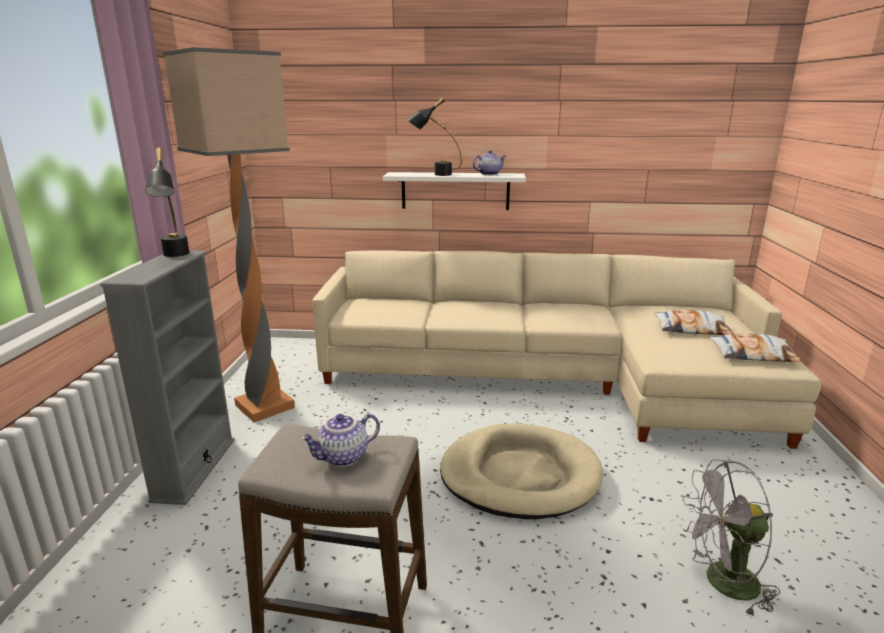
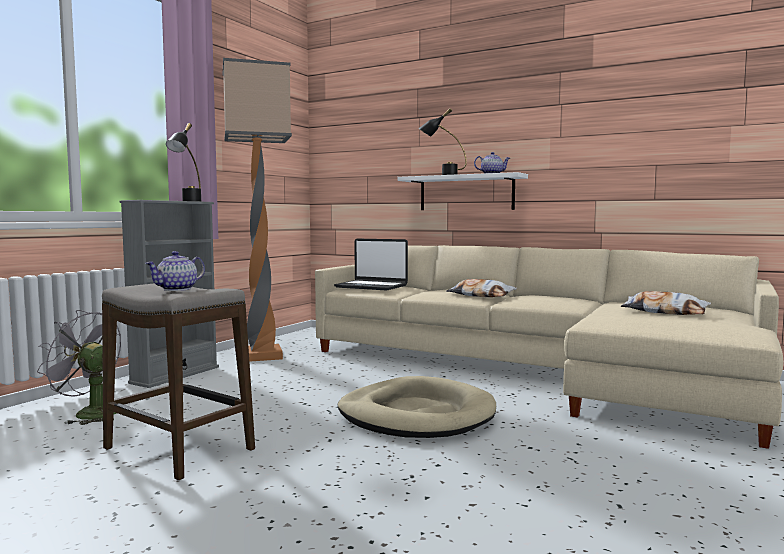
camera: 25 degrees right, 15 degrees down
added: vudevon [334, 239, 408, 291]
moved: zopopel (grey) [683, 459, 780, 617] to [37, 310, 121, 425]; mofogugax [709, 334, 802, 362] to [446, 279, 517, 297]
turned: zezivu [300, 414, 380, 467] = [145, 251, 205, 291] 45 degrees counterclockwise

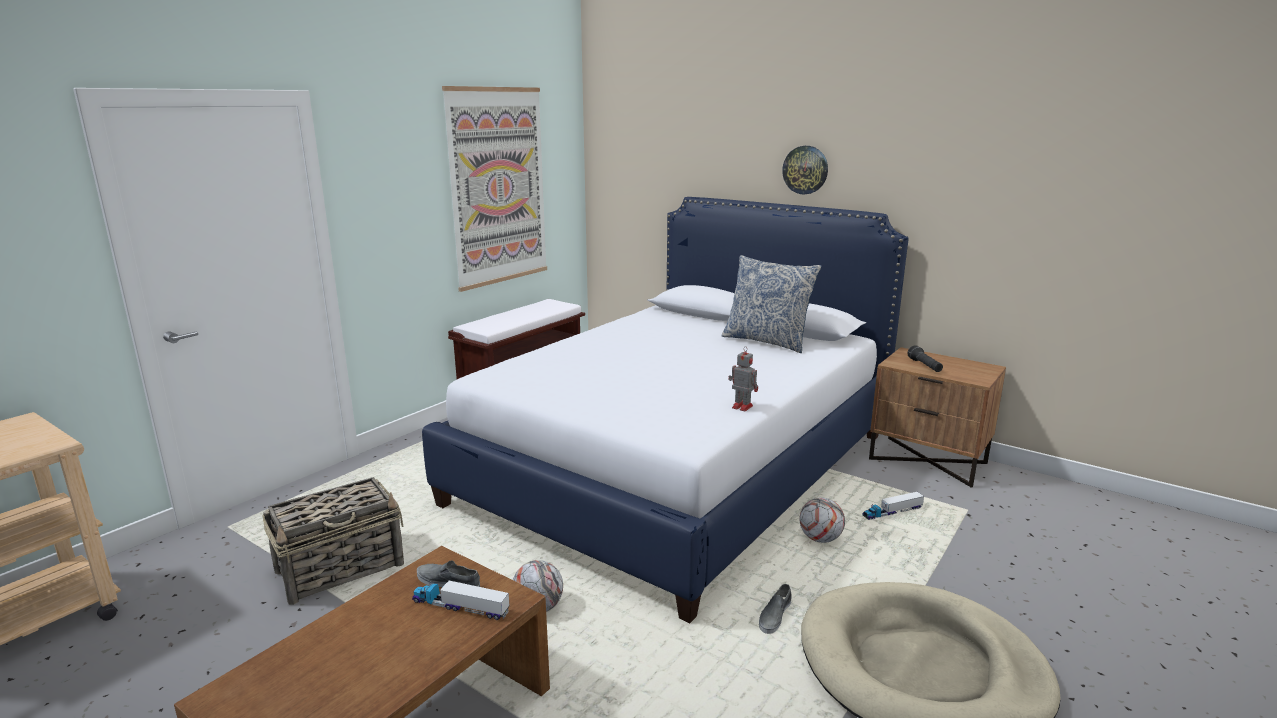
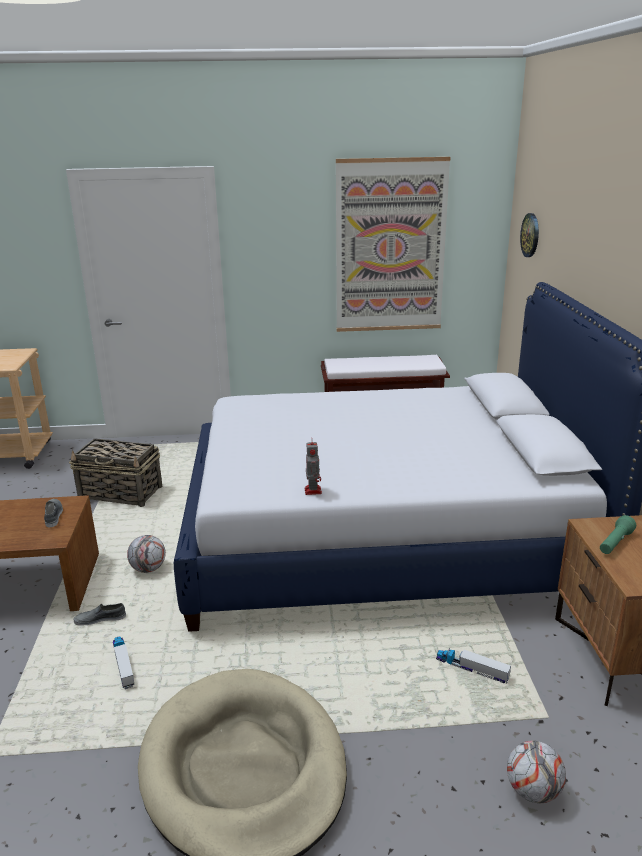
camera: 50 degrees right, 5 degrees up
removed: mofogugax [722, 255, 821, 353]
moved: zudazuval [412, 581, 509, 620] to [113, 636, 134, 689]; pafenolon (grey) [759, 584, 792, 634] to [74, 603, 126, 626]; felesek [782, 146, 828, 195] to [520, 213, 539, 257]; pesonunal [800, 497, 845, 543] to [507, 740, 566, 803]
recoloured: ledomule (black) [908, 345, 943, 372] to ledomule (green) [600, 515, 636, 554]

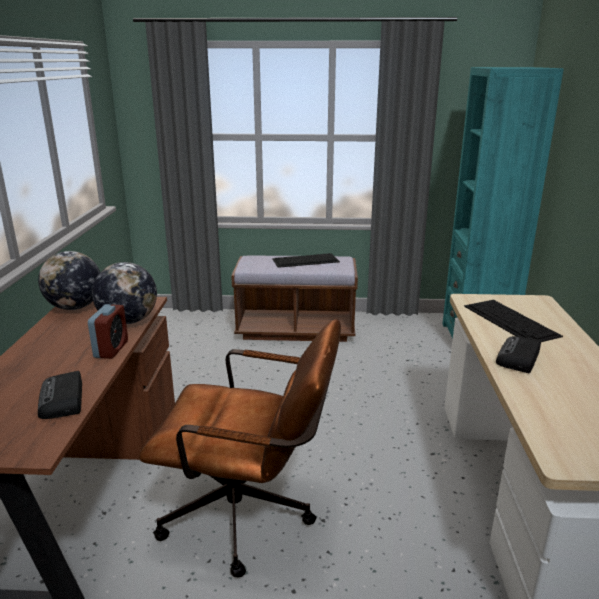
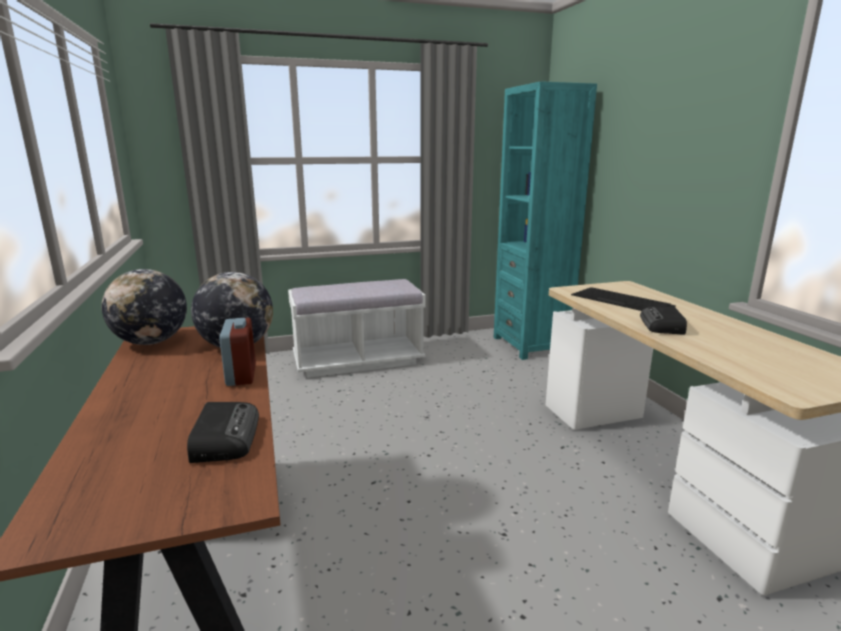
camera: 20 degrees left, 5 degrees down
removed: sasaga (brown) [139, 319, 341, 577]; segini [272, 253, 340, 268]
recoloured: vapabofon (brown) [231, 256, 358, 342] to vapabofon (white) [288, 279, 426, 378]
turned: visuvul [38, 371, 82, 419] = [187, 402, 259, 463] 150 degrees counterclockwise

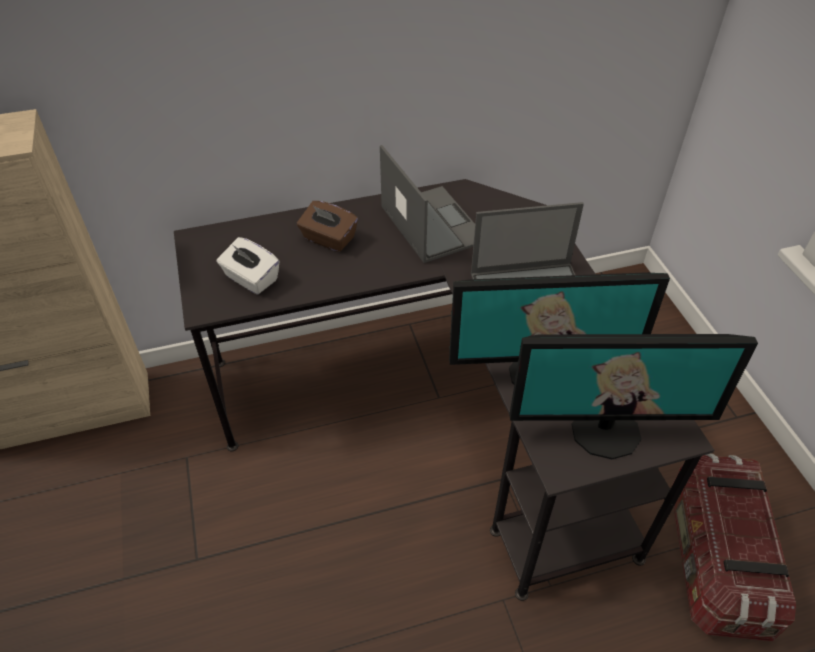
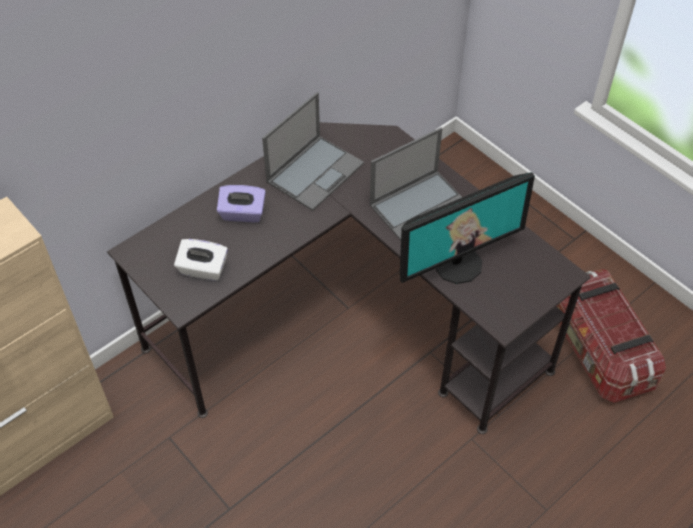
camera: 25 degrees left, 5 degrees up
removed: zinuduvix [509, 334, 758, 459]
recoloured: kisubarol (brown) [297, 201, 358, 252] to kisubarol (purple) [217, 185, 266, 222]
turned: vudevon [380, 145, 475, 263] = [262, 92, 364, 211] 90 degrees clockwise

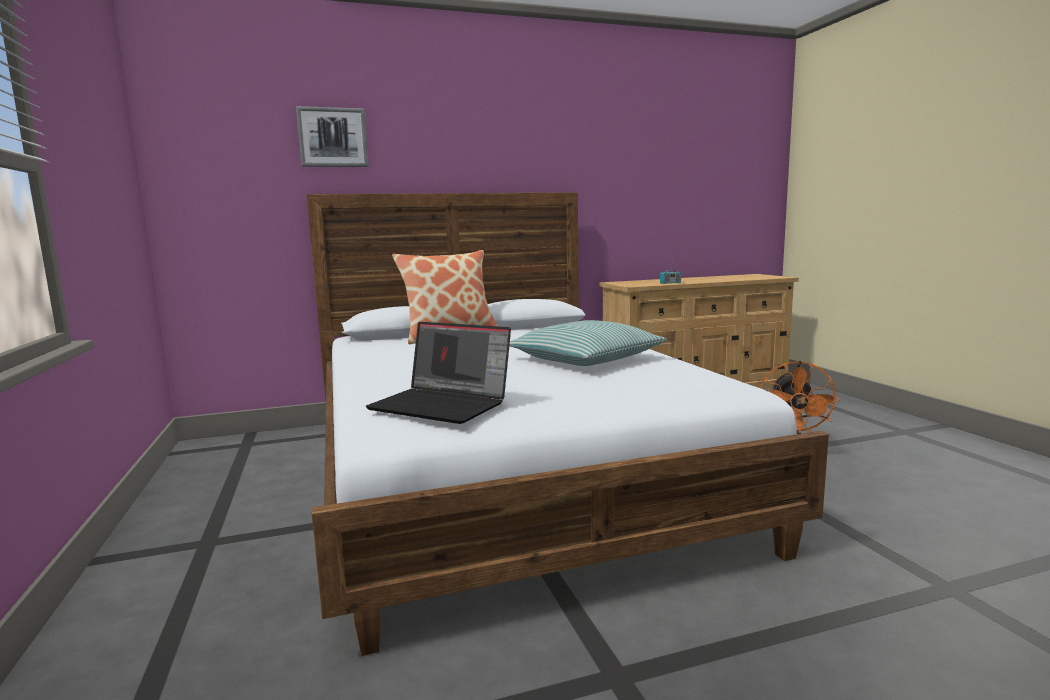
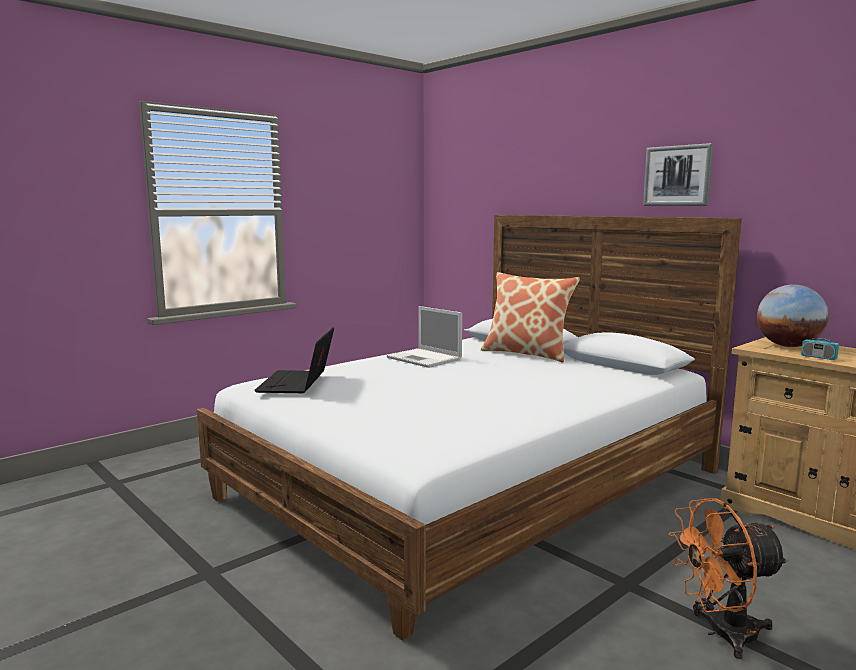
camera: 65 degrees right, 0 degrees up
removed: mofogugax [509, 320, 667, 366]
added: vudevon [387, 306, 462, 368]; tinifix [757, 284, 829, 347]
moved: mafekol [296, 106, 369, 167] to [643, 143, 714, 206]

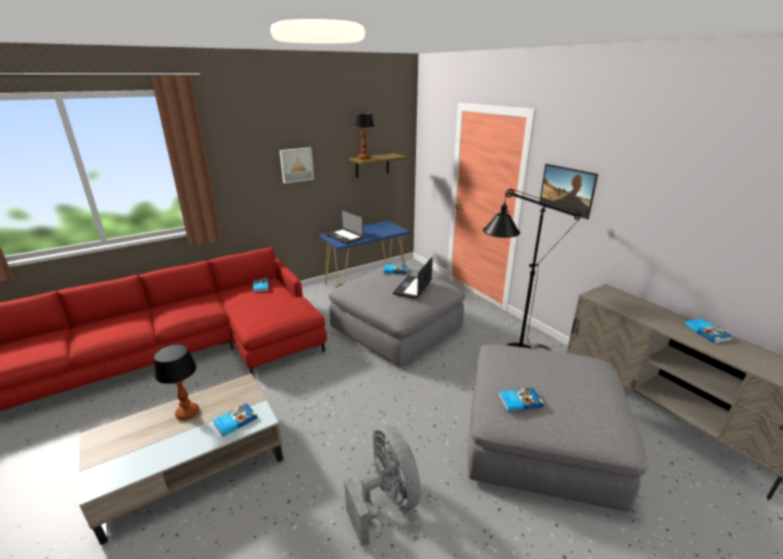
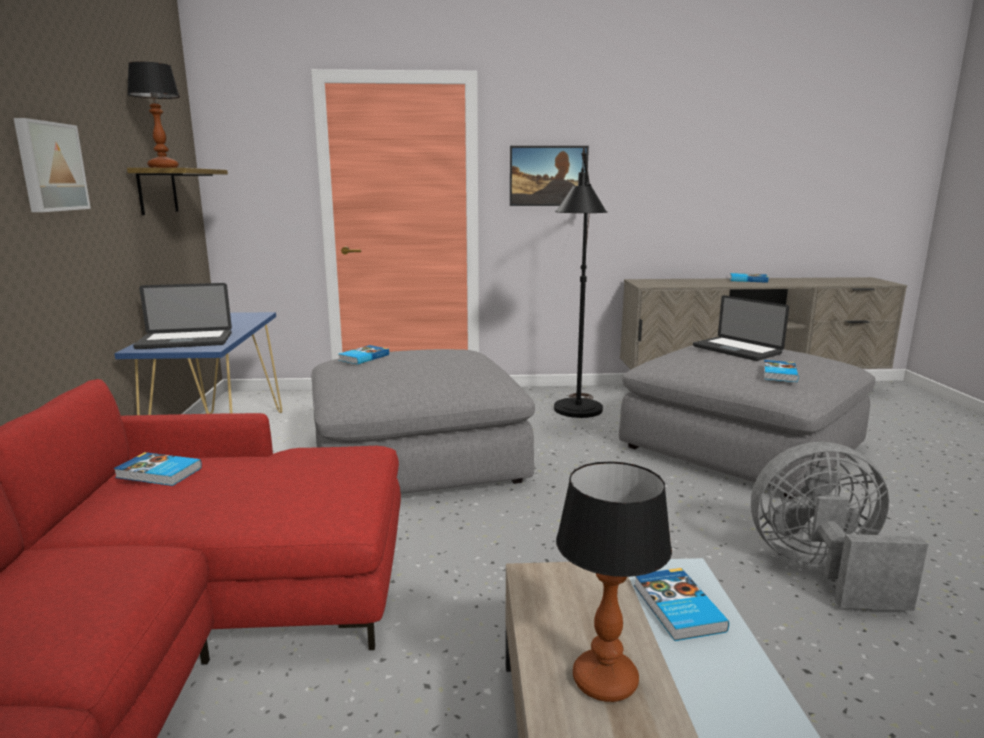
camera: 60 degrees left, 10 degrees down
moved: vudevon [393, 257, 433, 299] to [693, 295, 789, 361]

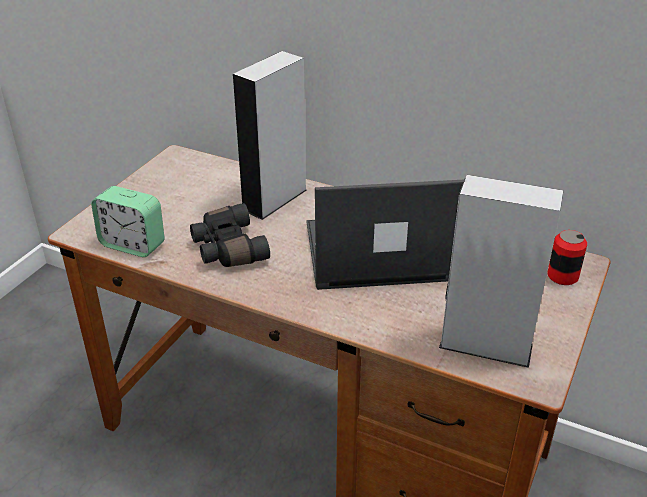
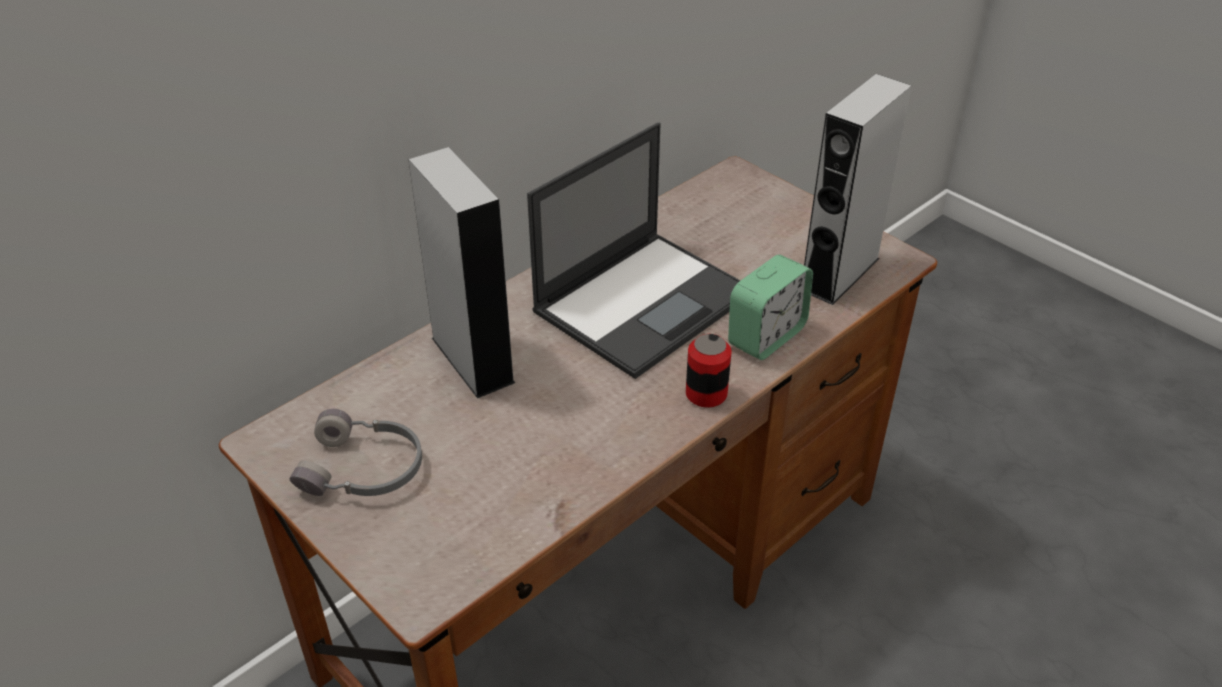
camera: 70 degrees left, 5 degrees up
removed: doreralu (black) [190, 203, 270, 267]
added: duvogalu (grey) [289, 409, 422, 496]
moved: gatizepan [91, 186, 165, 257] to [728, 255, 813, 360]; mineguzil [547, 230, 587, 285] to [686, 334, 732, 408]
turned: vudevon [307, 180, 464, 290] = [527, 122, 741, 379] 150 degrees counterclockwise

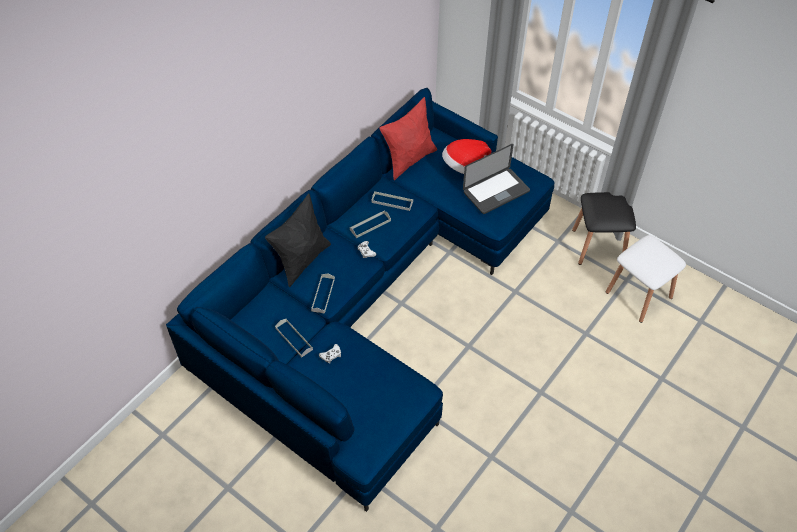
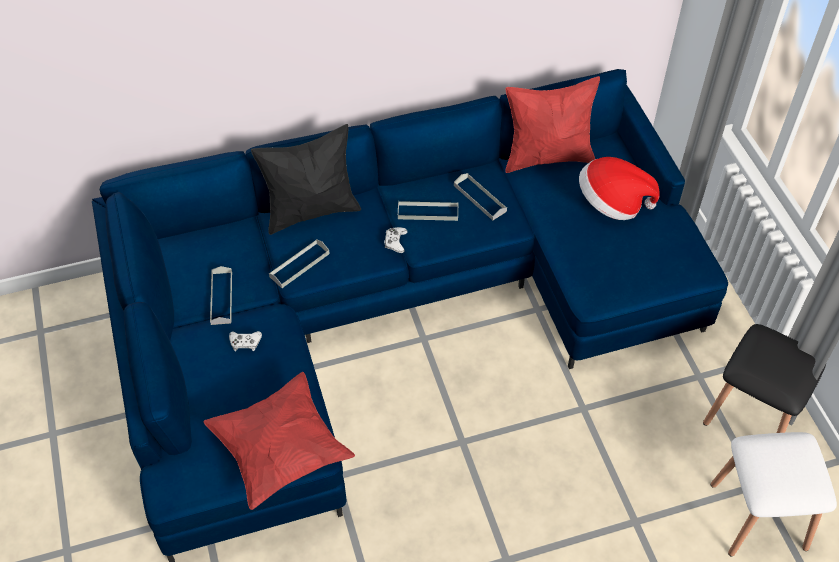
camera: 35 degrees right, 0 degrees up
removed: vudevon [463, 144, 530, 214]
added: mofogugax (red) [204, 372, 355, 510]

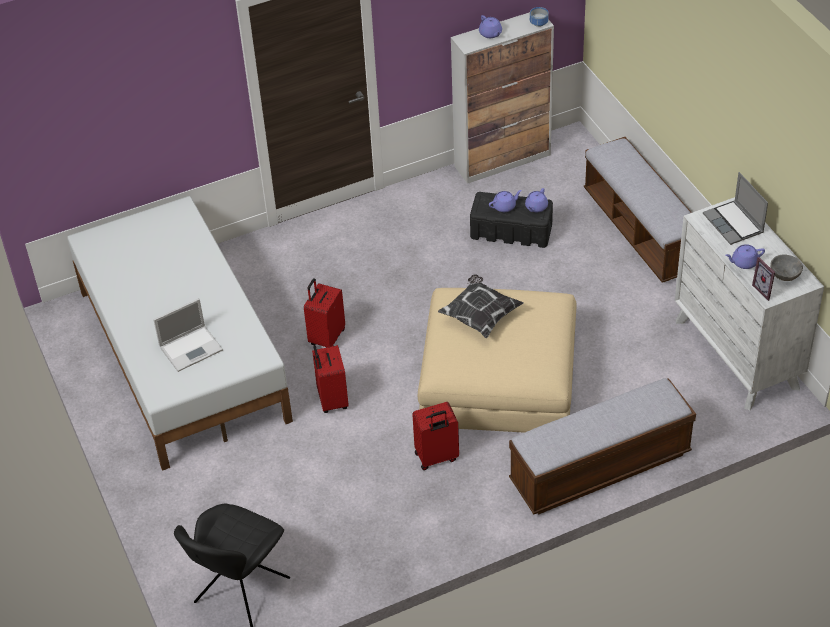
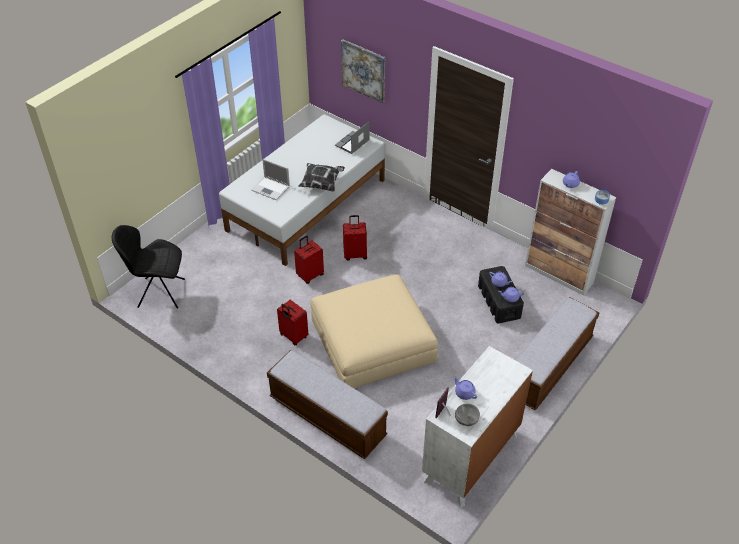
camera: 60 degrees right, 0 degrees up
added: mafekol [341, 40, 385, 103]
moved: mofogugax [438, 274, 523, 338] to [298, 163, 345, 192]; vudevon [703, 172, 768, 245] to [335, 122, 370, 154]

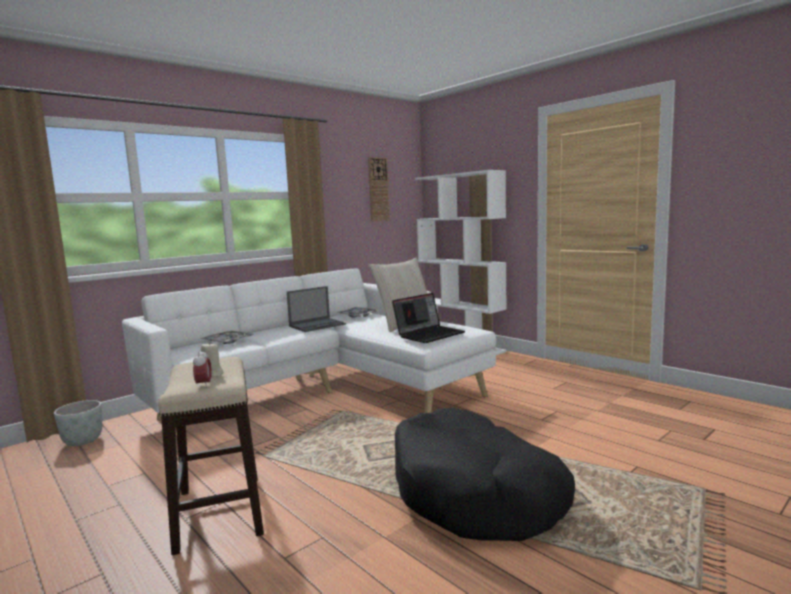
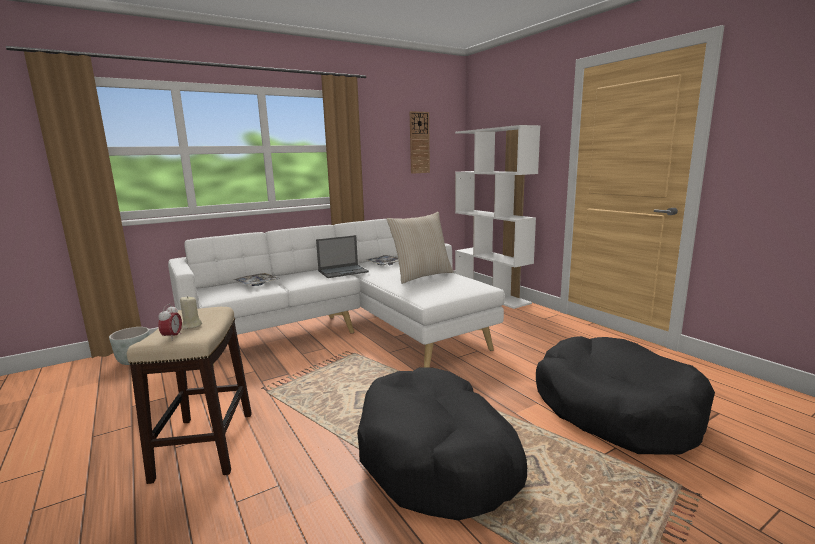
camera: 10 degrees right, 5 degrees up
removed: vudevon [392, 293, 465, 343]
added: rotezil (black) [536, 336, 715, 455]

